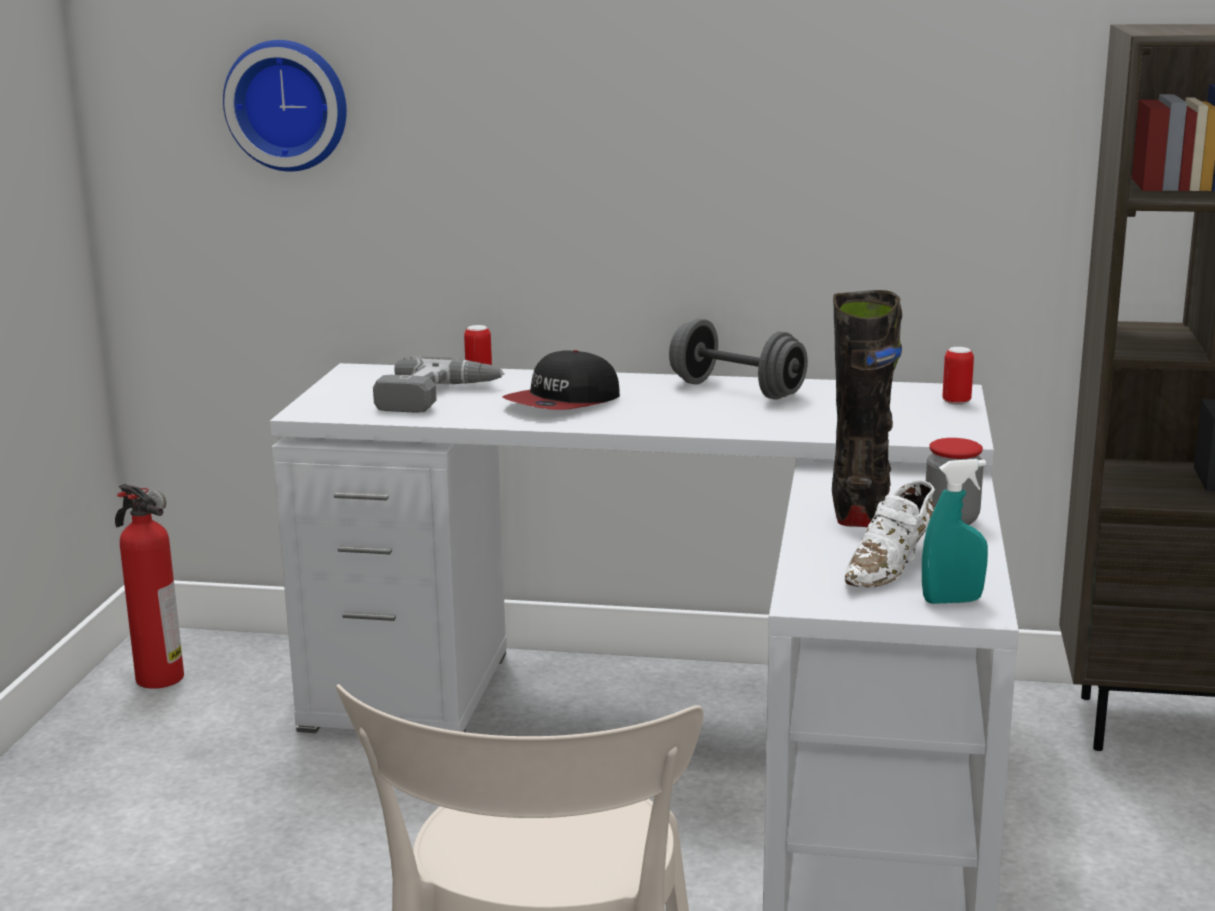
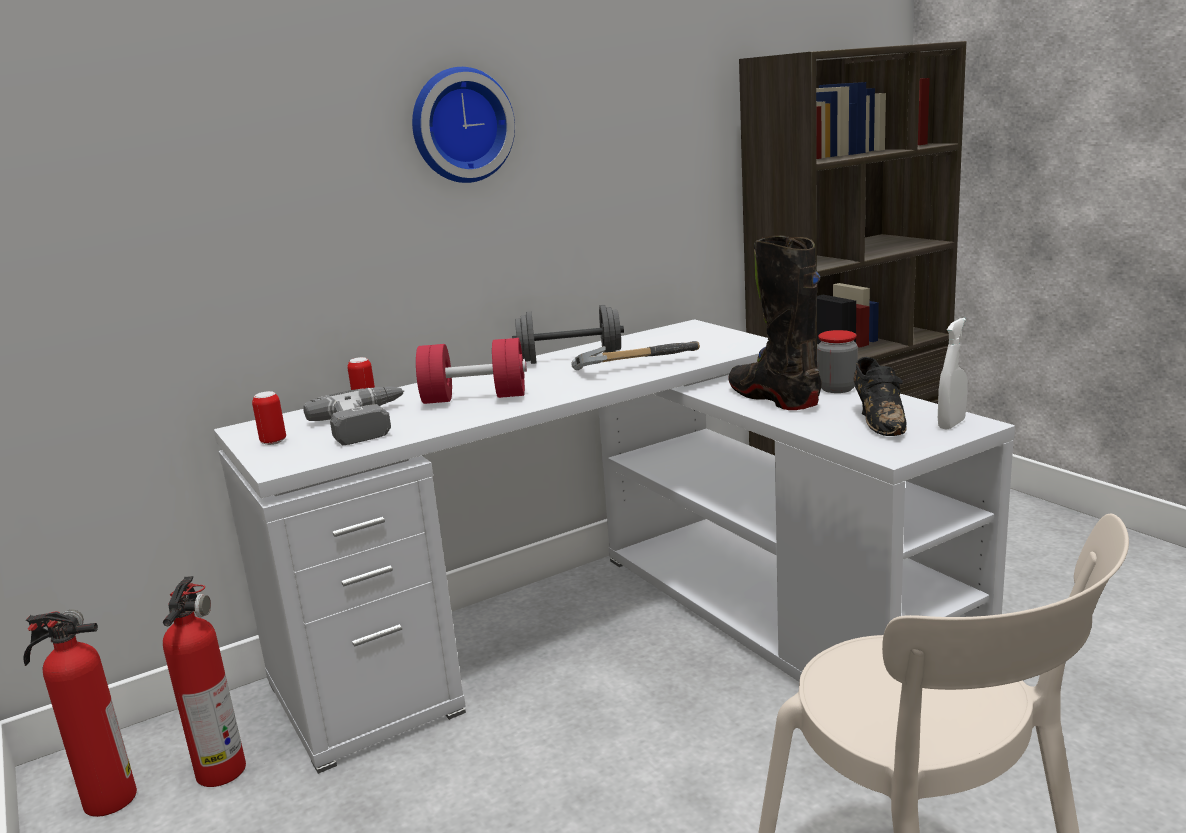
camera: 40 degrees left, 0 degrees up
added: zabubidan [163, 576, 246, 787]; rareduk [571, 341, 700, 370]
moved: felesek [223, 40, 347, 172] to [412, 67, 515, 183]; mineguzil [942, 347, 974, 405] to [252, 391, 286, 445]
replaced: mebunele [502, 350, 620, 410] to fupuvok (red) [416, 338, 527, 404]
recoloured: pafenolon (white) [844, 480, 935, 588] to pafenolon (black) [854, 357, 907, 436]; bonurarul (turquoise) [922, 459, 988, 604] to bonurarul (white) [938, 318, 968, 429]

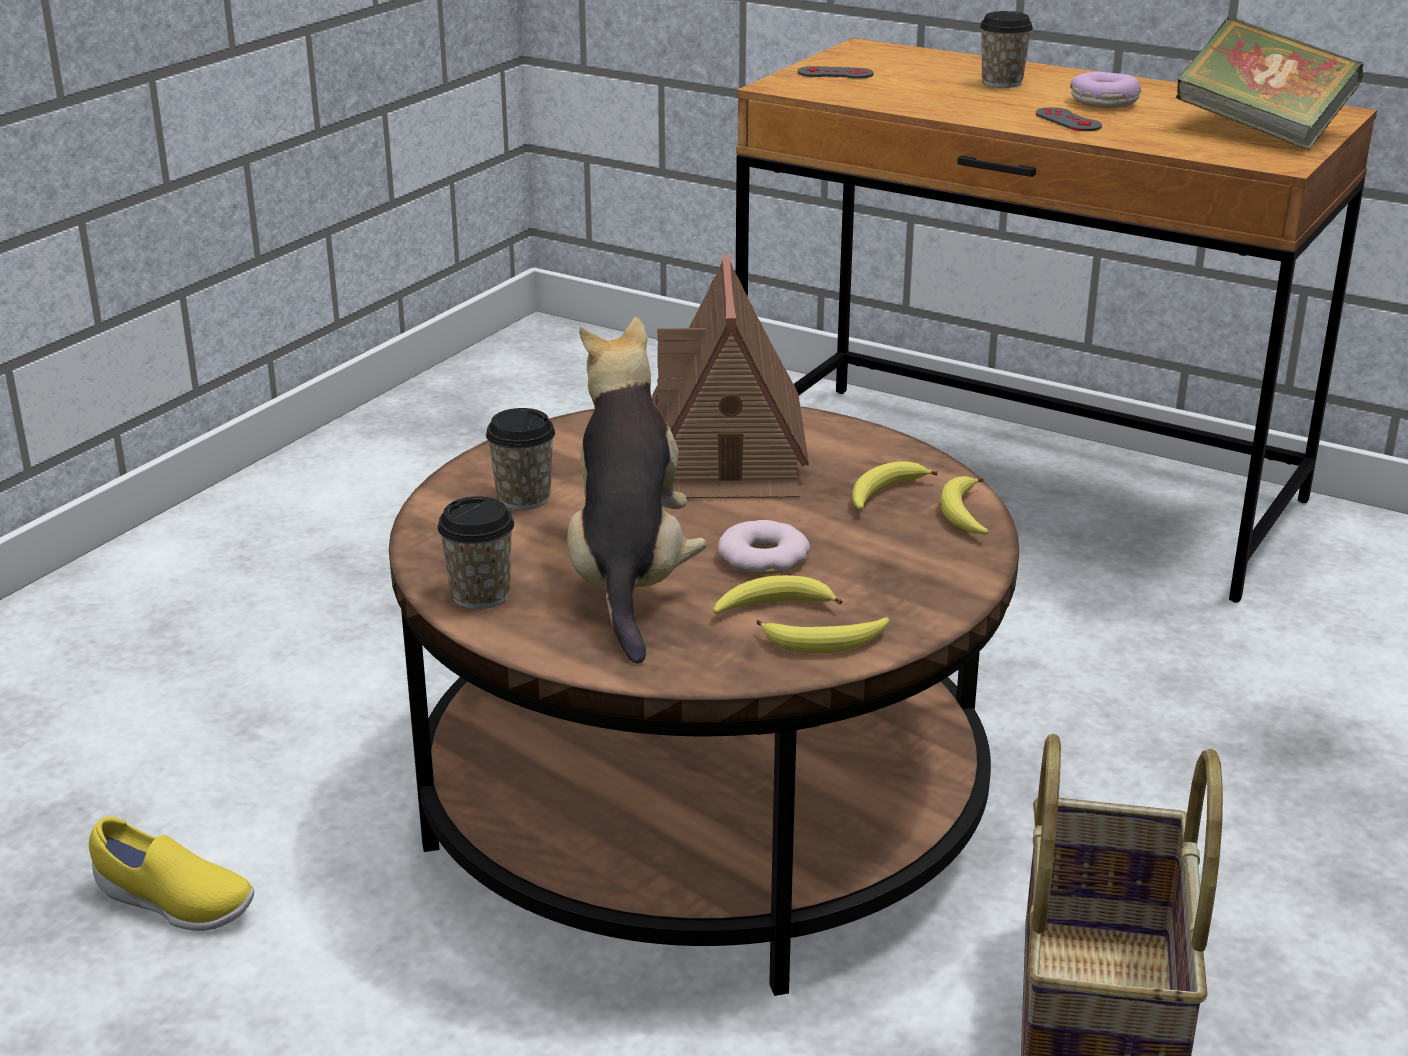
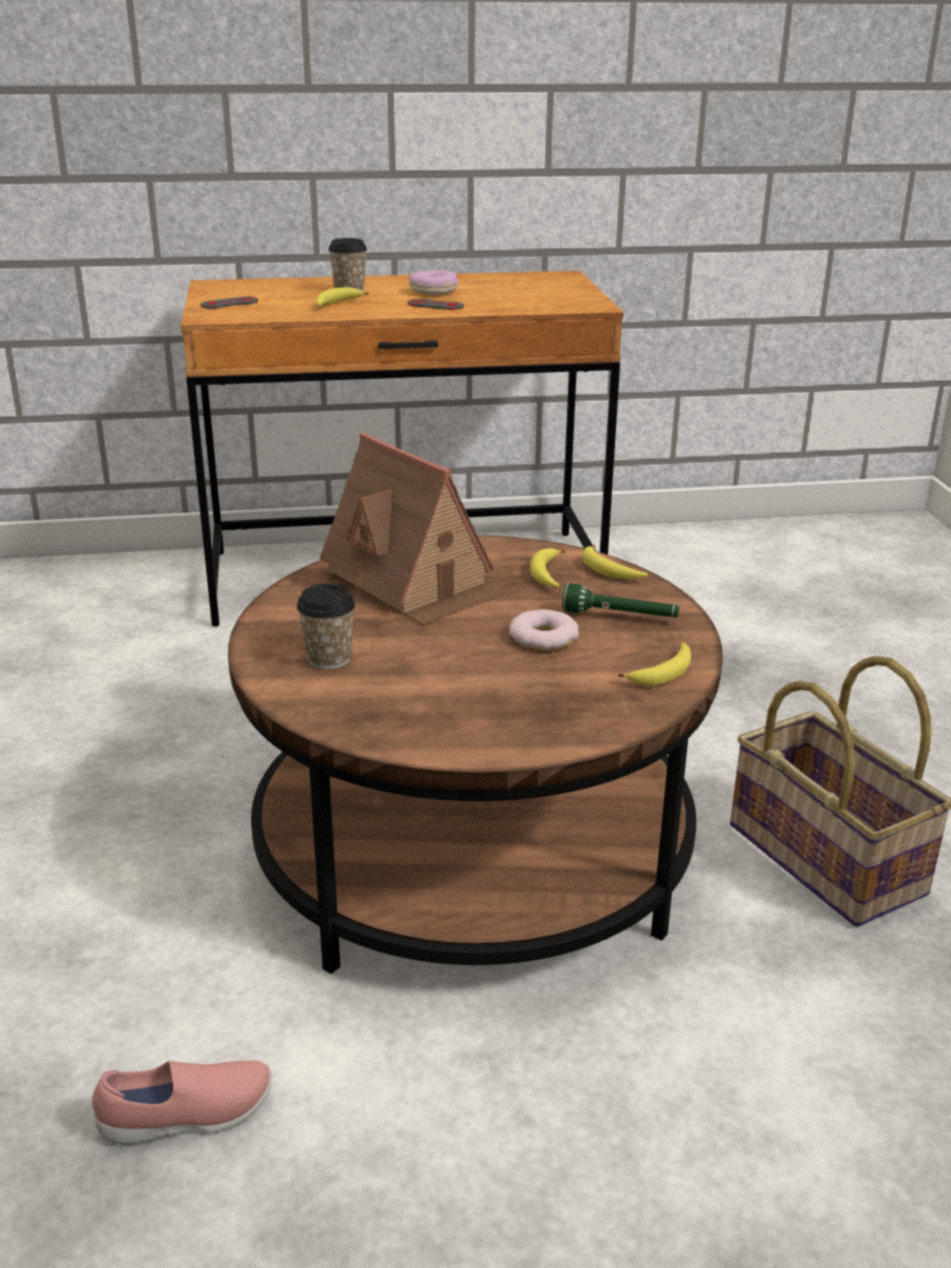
camera: 40 degrees left, 0 degrees up
removed: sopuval [437, 496, 514, 609]; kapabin [567, 317, 707, 664]; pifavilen [1176, 17, 1364, 150]
added: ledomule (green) [562, 583, 679, 617]
moved: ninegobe [713, 575, 842, 614] to [316, 287, 369, 306]
recoloured: pafenolon (yellow) [89, 816, 254, 931] to pafenolon (pink) [92, 1061, 272, 1145]

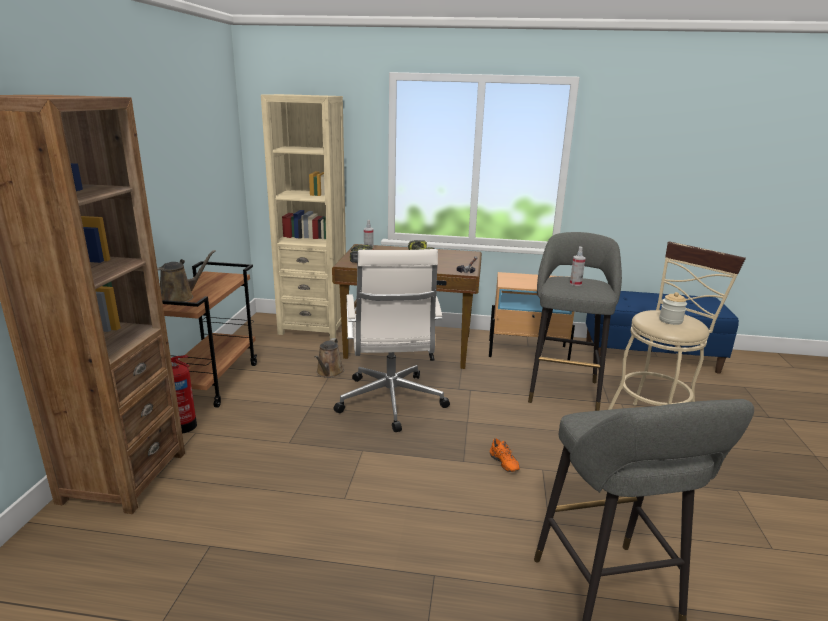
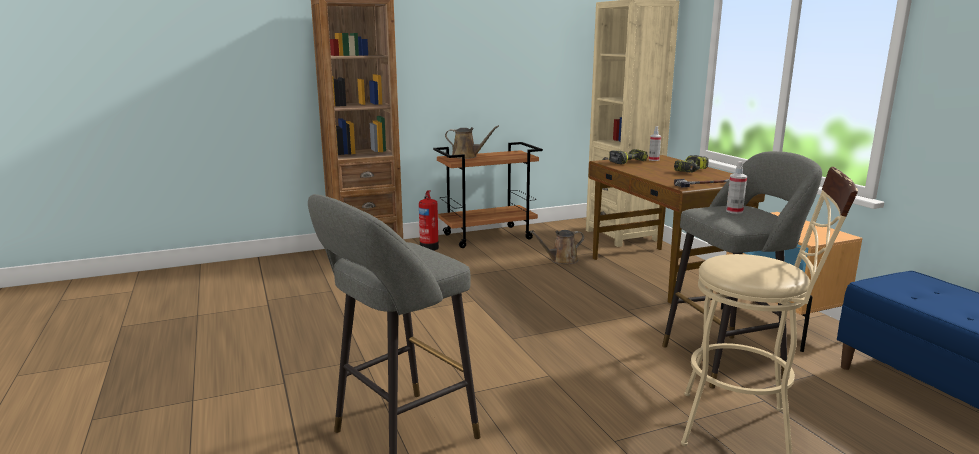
camera: 60 degrees right, 5 degrees down
removed: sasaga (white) [333, 249, 450, 432]; pafenolon (orange) [490, 438, 520, 472]; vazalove [659, 292, 687, 325]

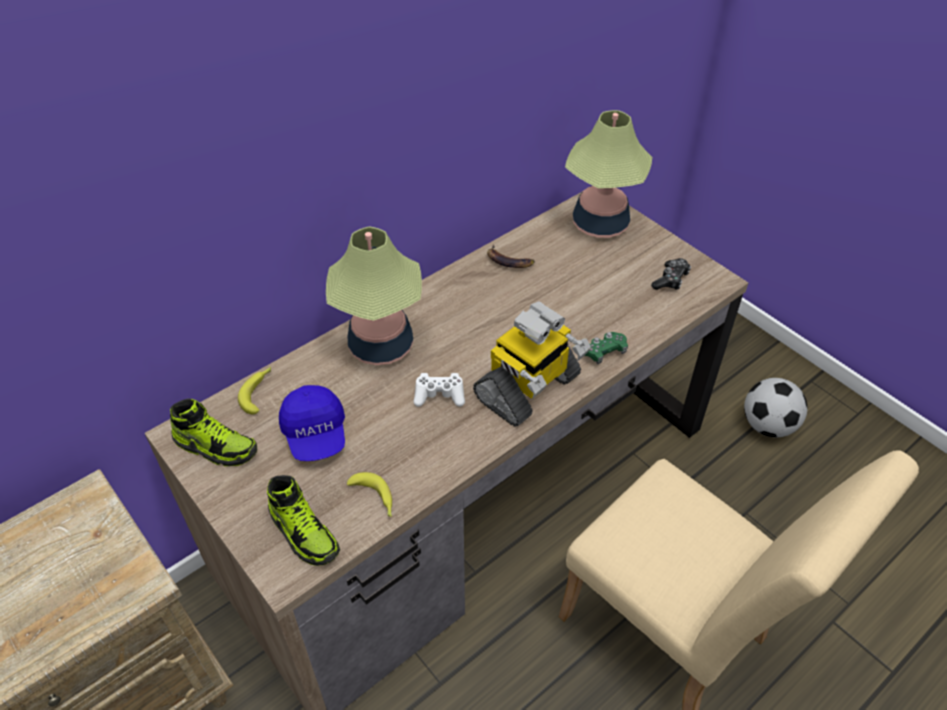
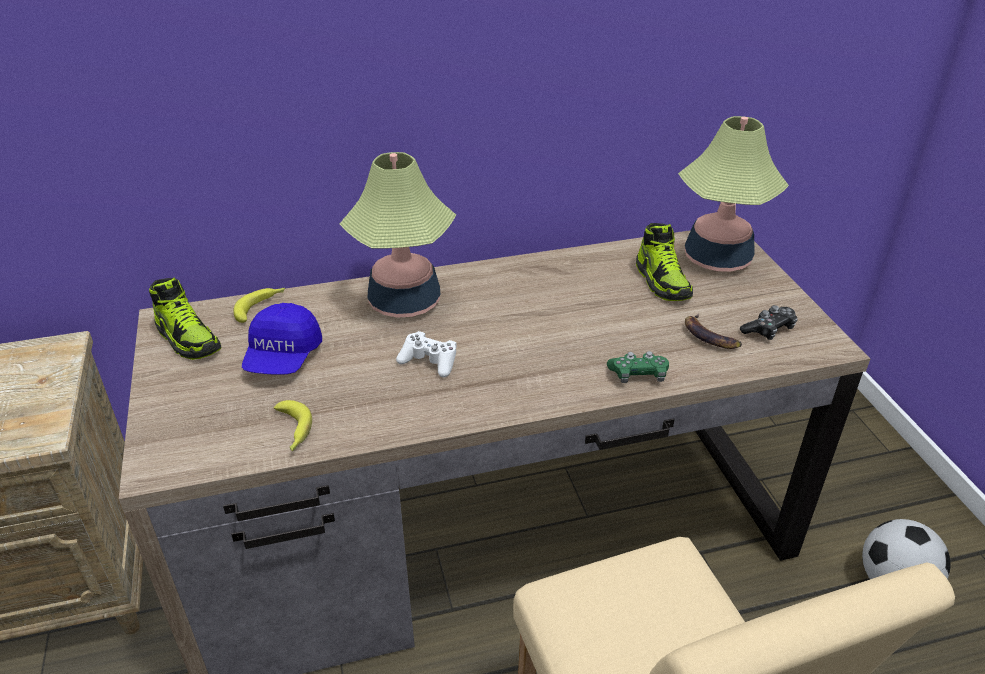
camera: 25 degrees right, 10 degrees down
removed: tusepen [473, 301, 591, 427]
moved: pafenolon [267, 475, 340, 566] to [636, 223, 693, 301]; ninegobe [487, 244, 535, 268] to [685, 314, 742, 349]

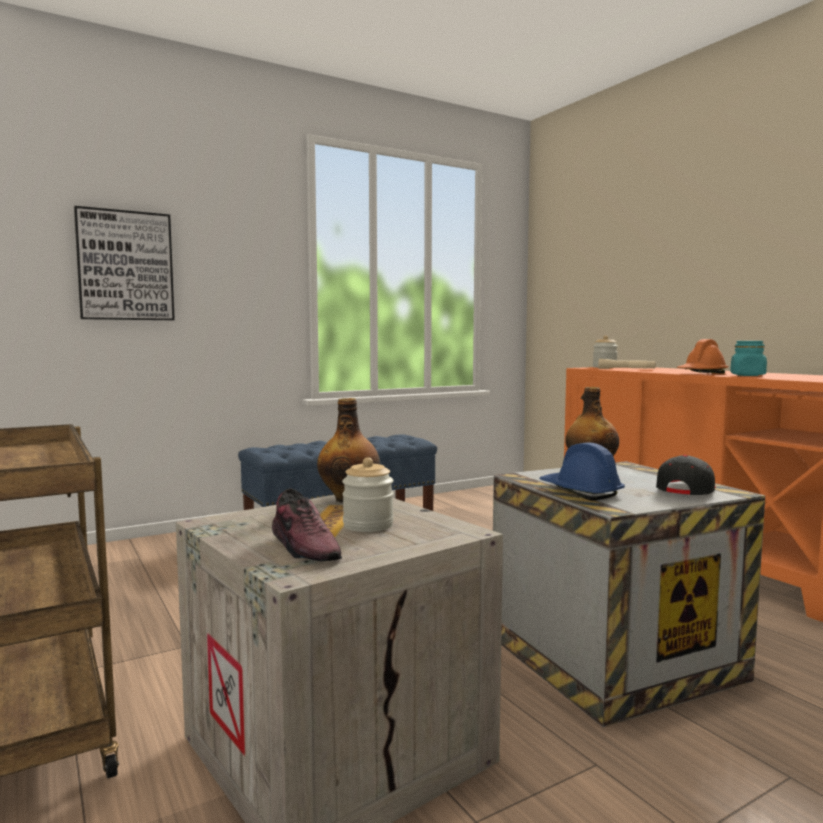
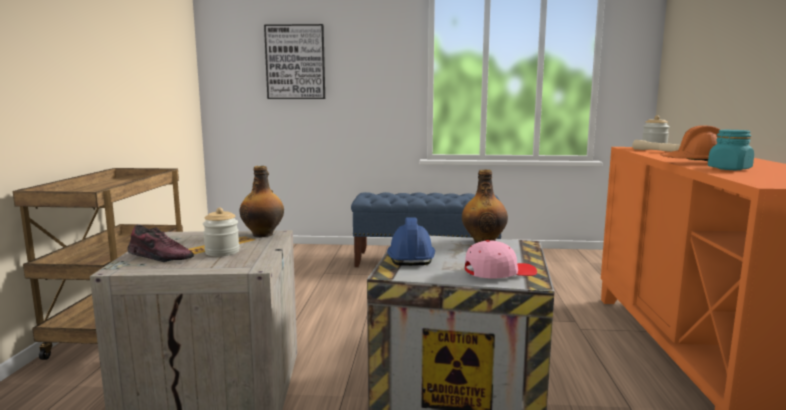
camera: 35 degrees right, 5 degrees up
recoloured: mebunele (black) [656, 455, 716, 495] to mebunele (pink) [465, 240, 537, 278]
turned: pafenolon [272, 488, 342, 561] = [127, 224, 194, 262] 75 degrees counterclockwise

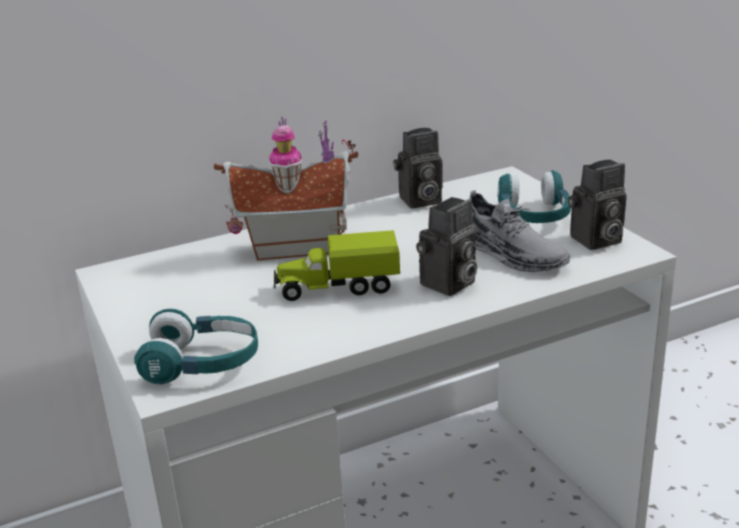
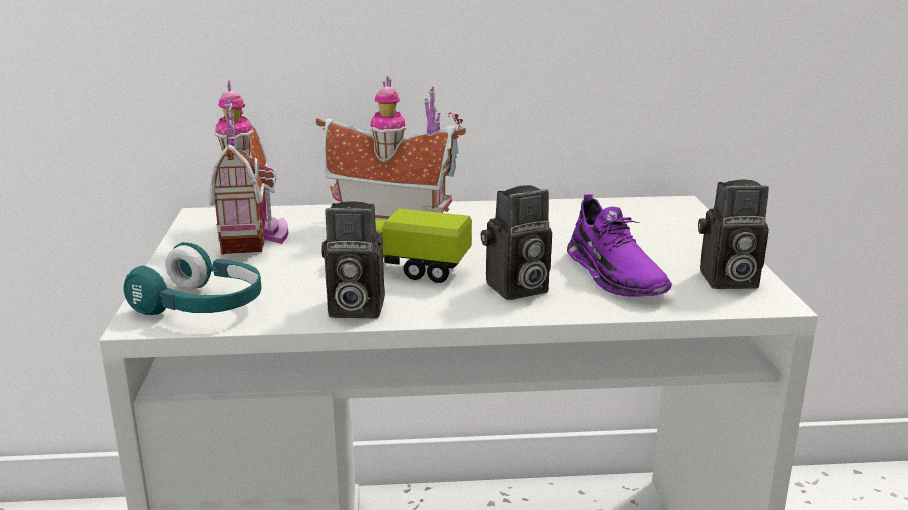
camera: 20 degrees right, 5 degrees down
removed: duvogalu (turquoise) [497, 170, 571, 223]
added: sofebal [209, 81, 288, 255]
moved: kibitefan [393, 128, 443, 208] to [321, 201, 385, 318]
recoloured: pafenolon (grey) [469, 190, 571, 272] to pafenolon (purple) [567, 194, 672, 297]

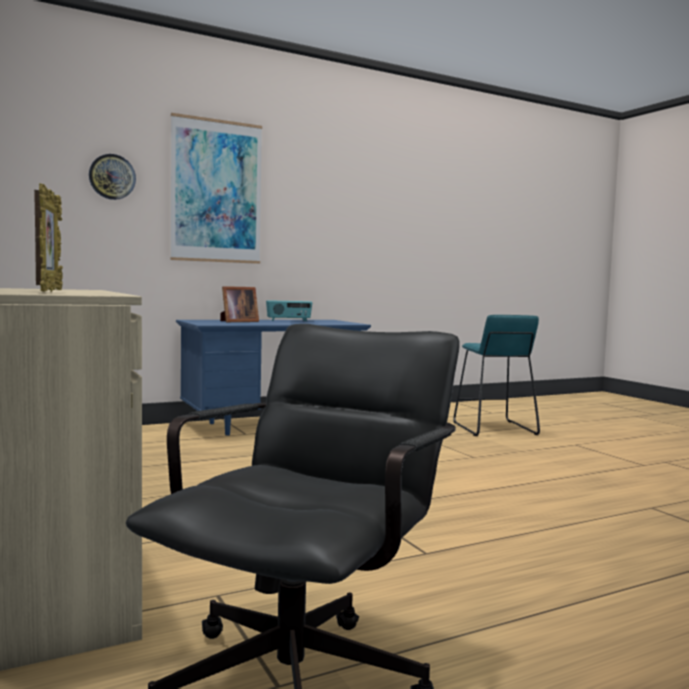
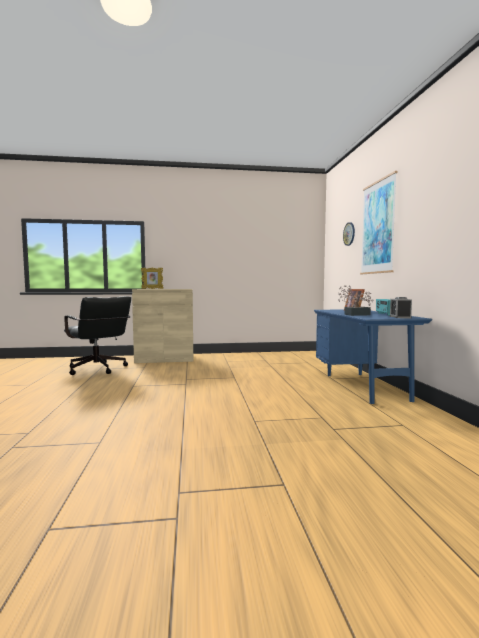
camera: 110 degrees right, 0 degrees up
removed: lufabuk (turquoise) [453, 315, 540, 436]
added: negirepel [338, 285, 373, 316]; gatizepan [390, 297, 412, 318]

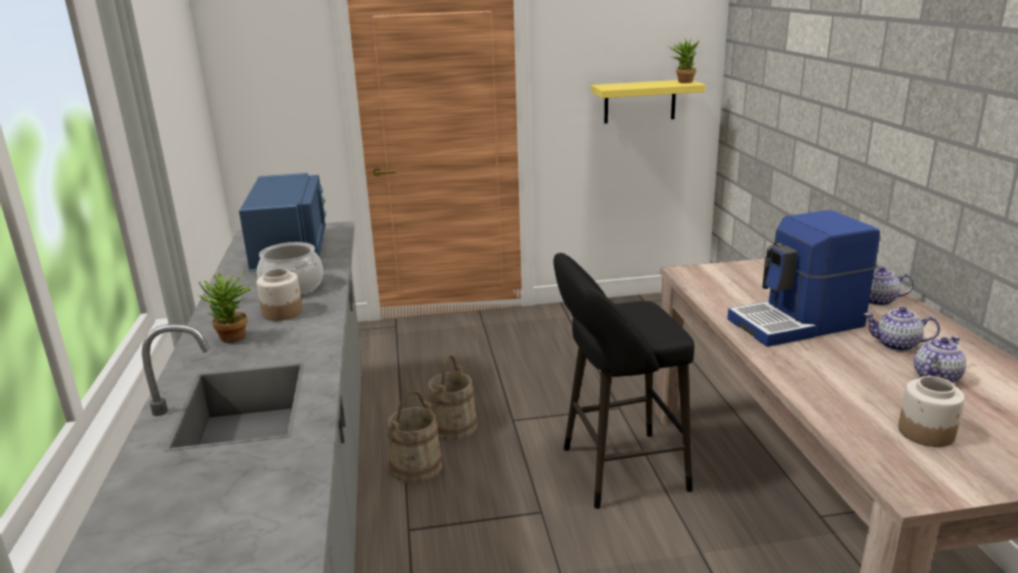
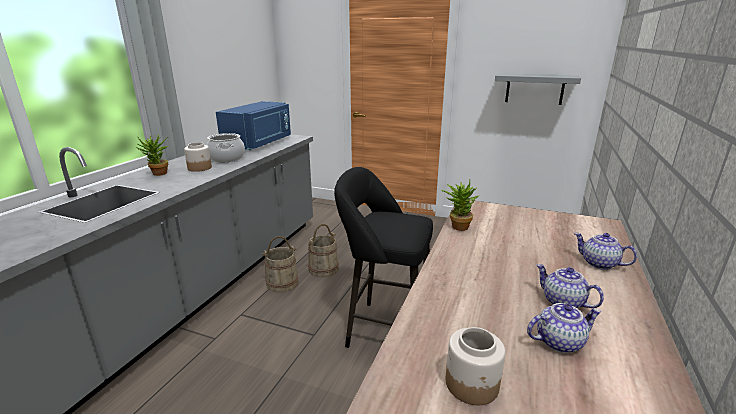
camera: 30 degrees right, 0 degrees up
removed: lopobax [727, 210, 880, 347]
moved: negirepel [668, 38, 700, 83] to [441, 180, 479, 231]
recoloured: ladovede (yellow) [591, 80, 706, 124] to ladovede (grey) [495, 73, 581, 105]

